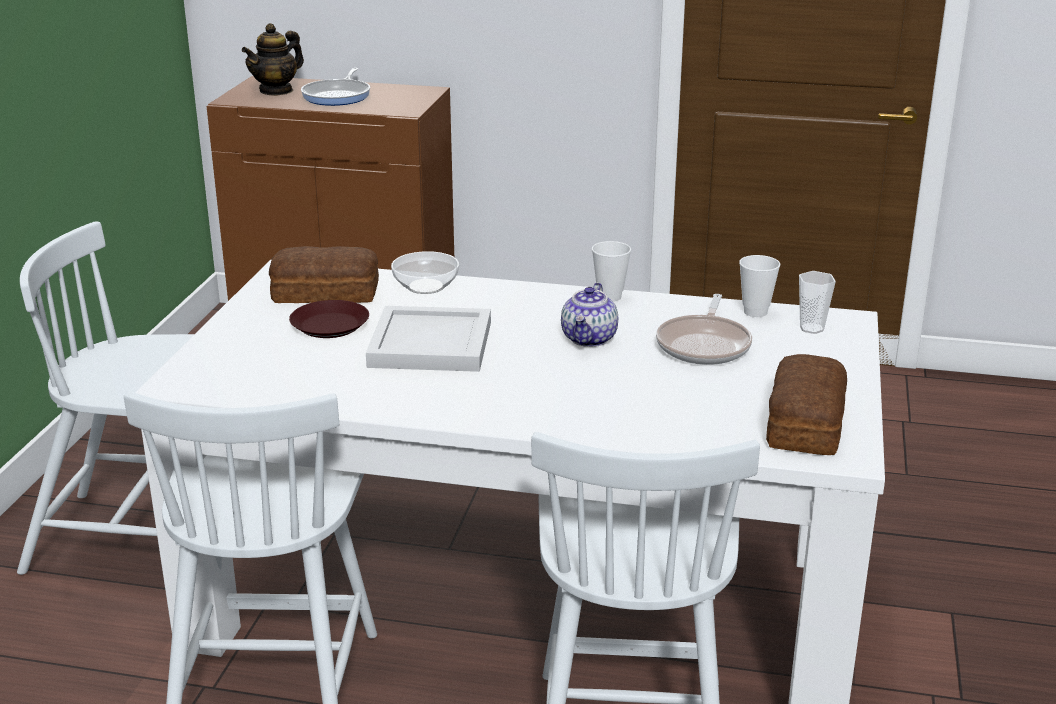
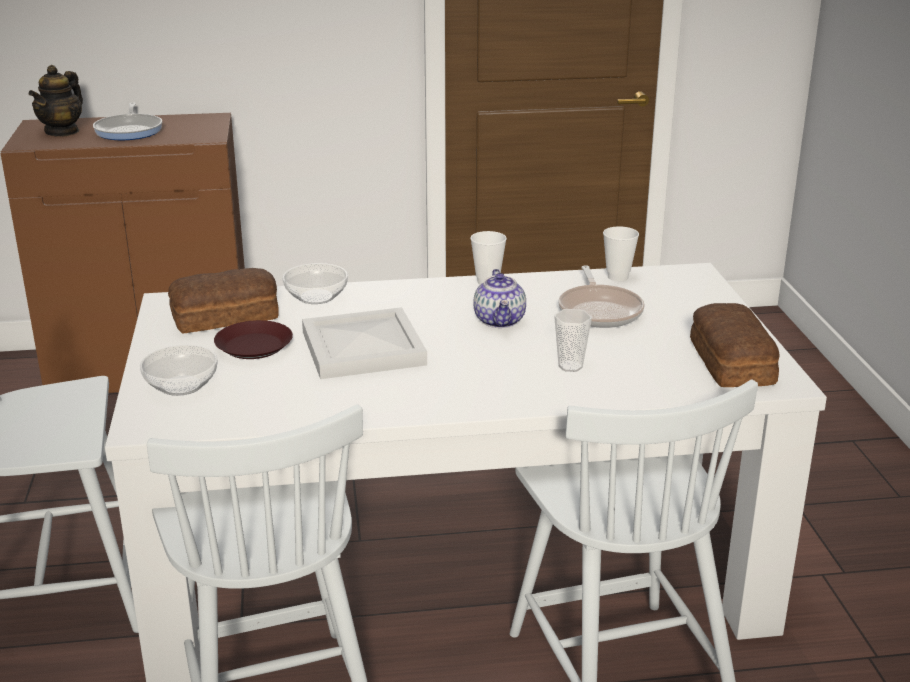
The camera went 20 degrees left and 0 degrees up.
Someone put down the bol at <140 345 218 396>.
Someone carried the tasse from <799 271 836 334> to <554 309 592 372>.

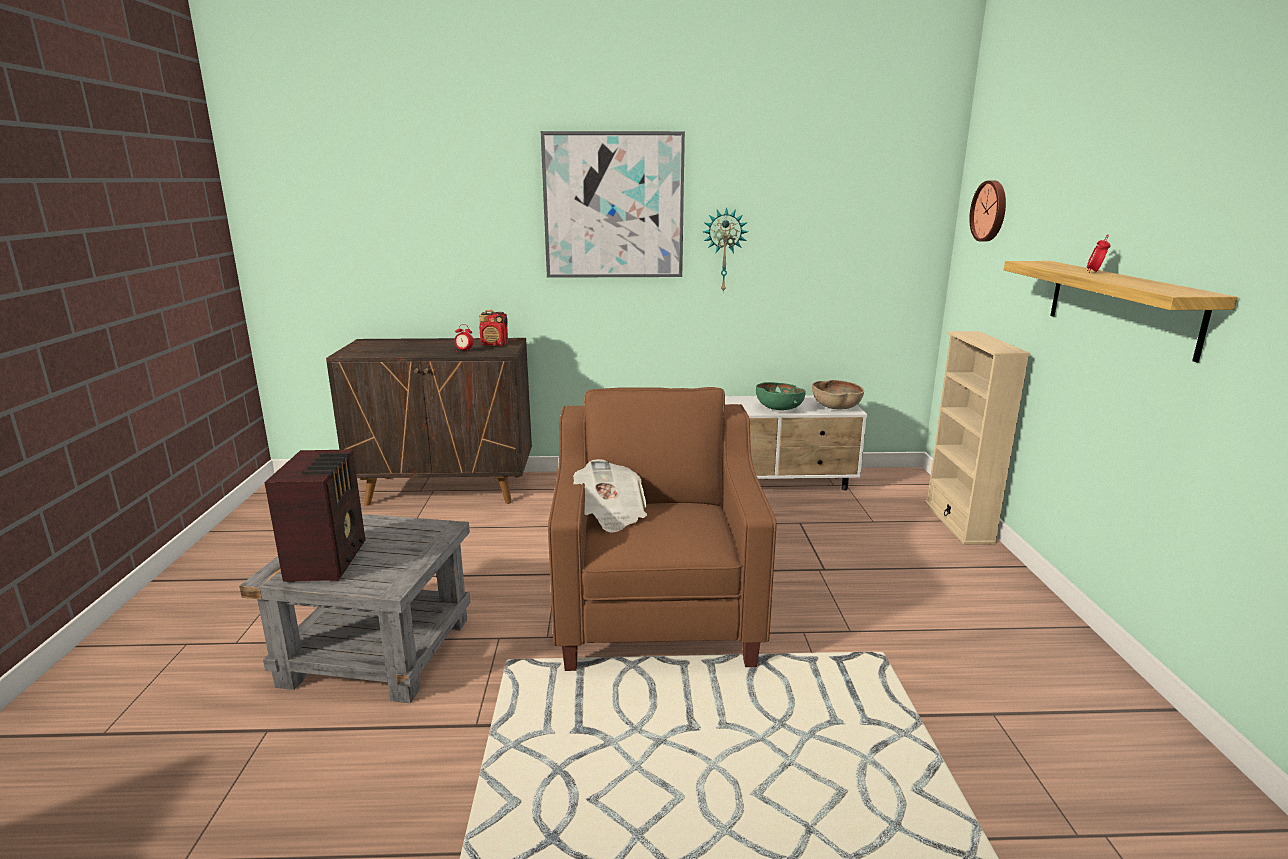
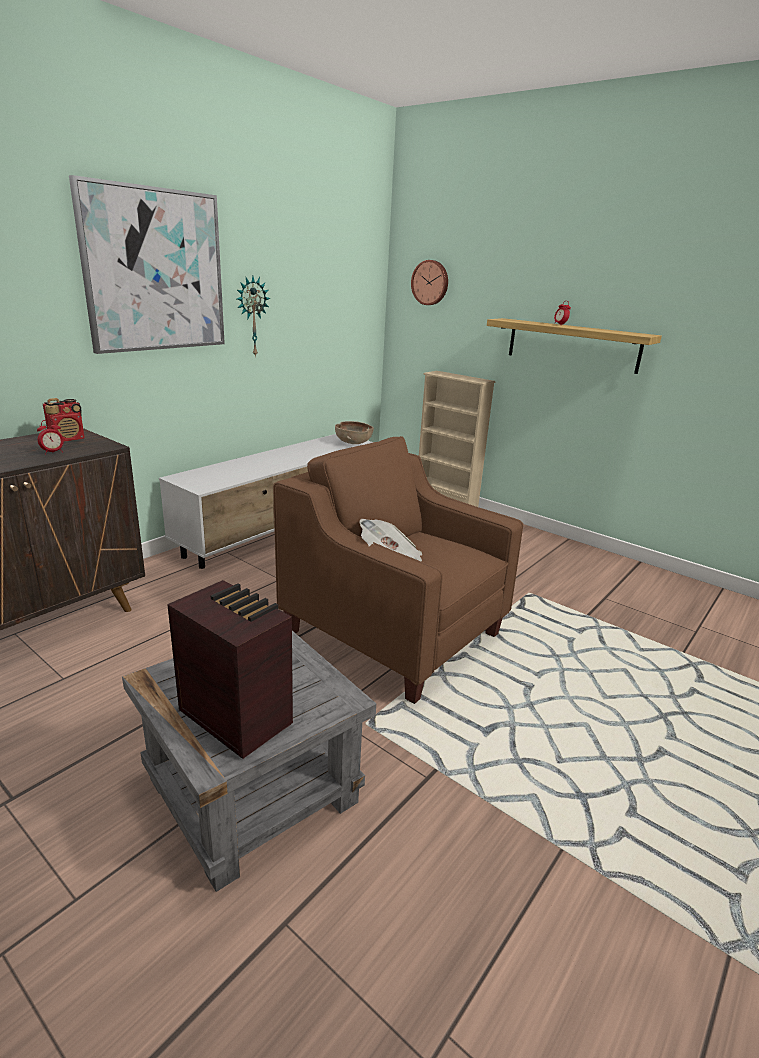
The camera went 50 degrees left and 5 degrees up.
Someone took away the bol [vert] at <756 382 806 410>.

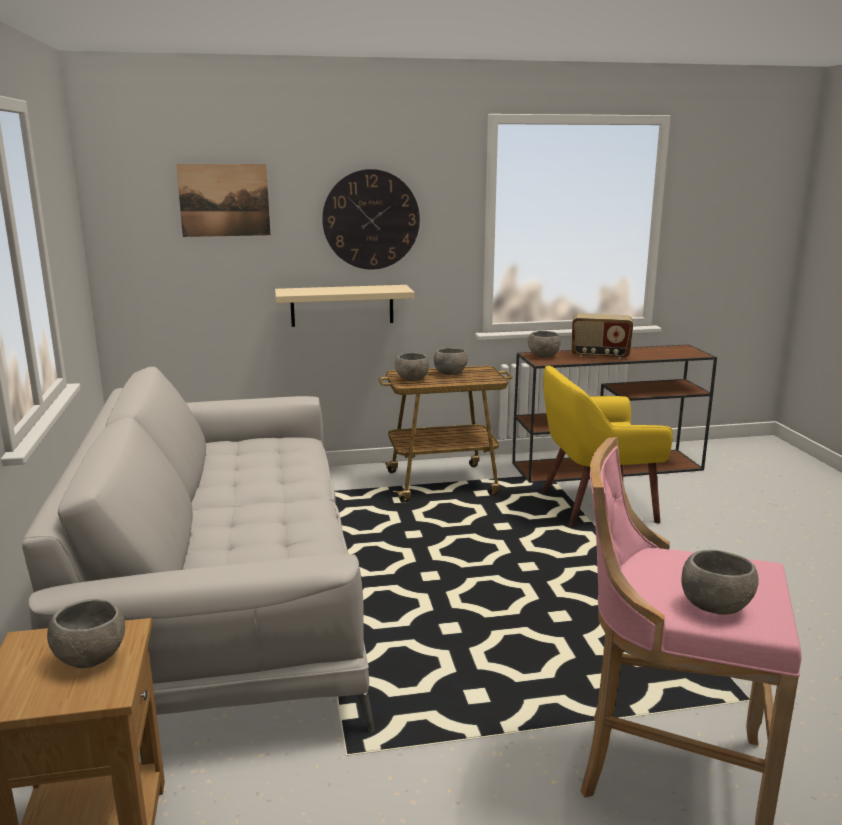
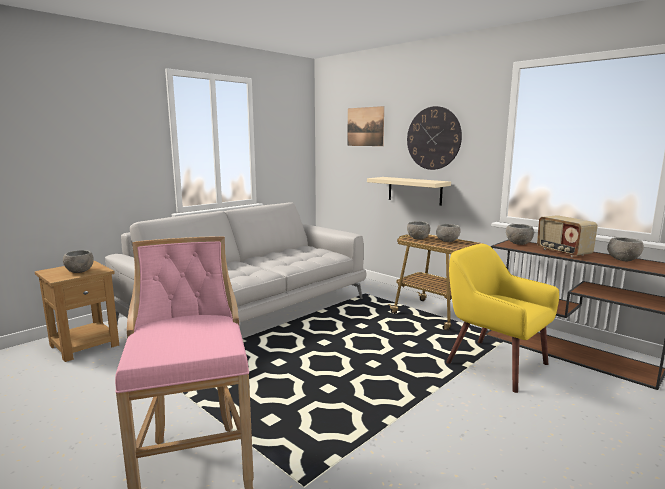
The camera went 55 degrees right and 5 degrees down.
Someone carried the bol [gris] from <682 550 759 615> to <607 237 644 261>.

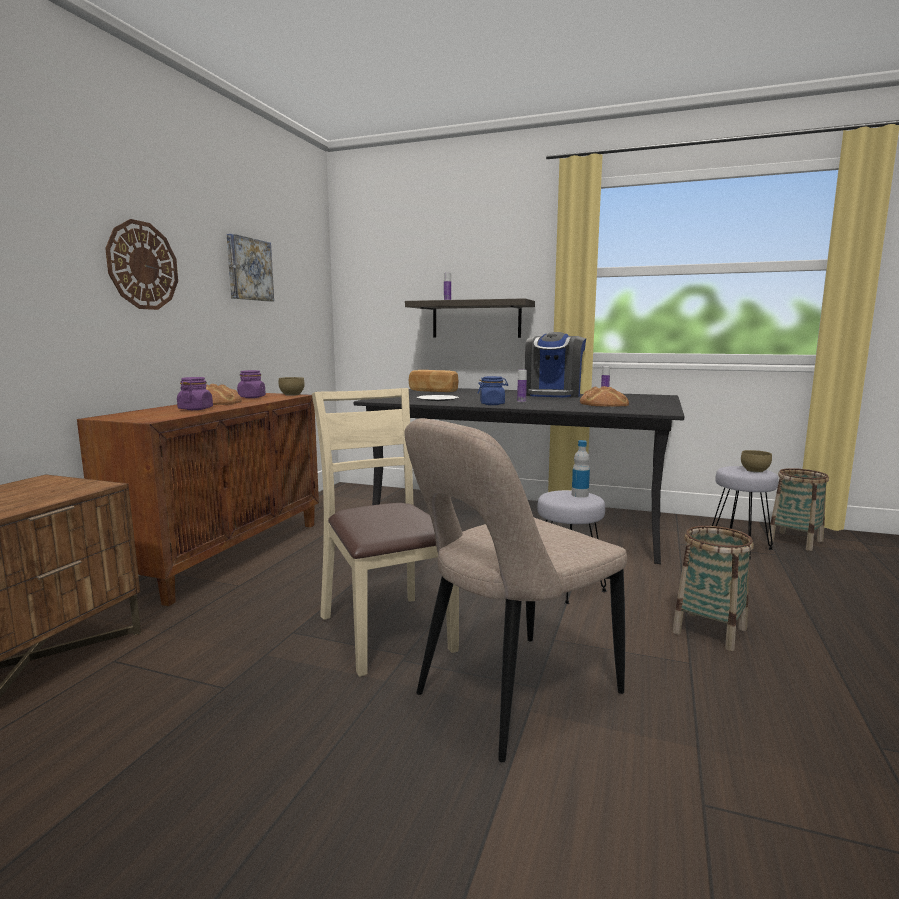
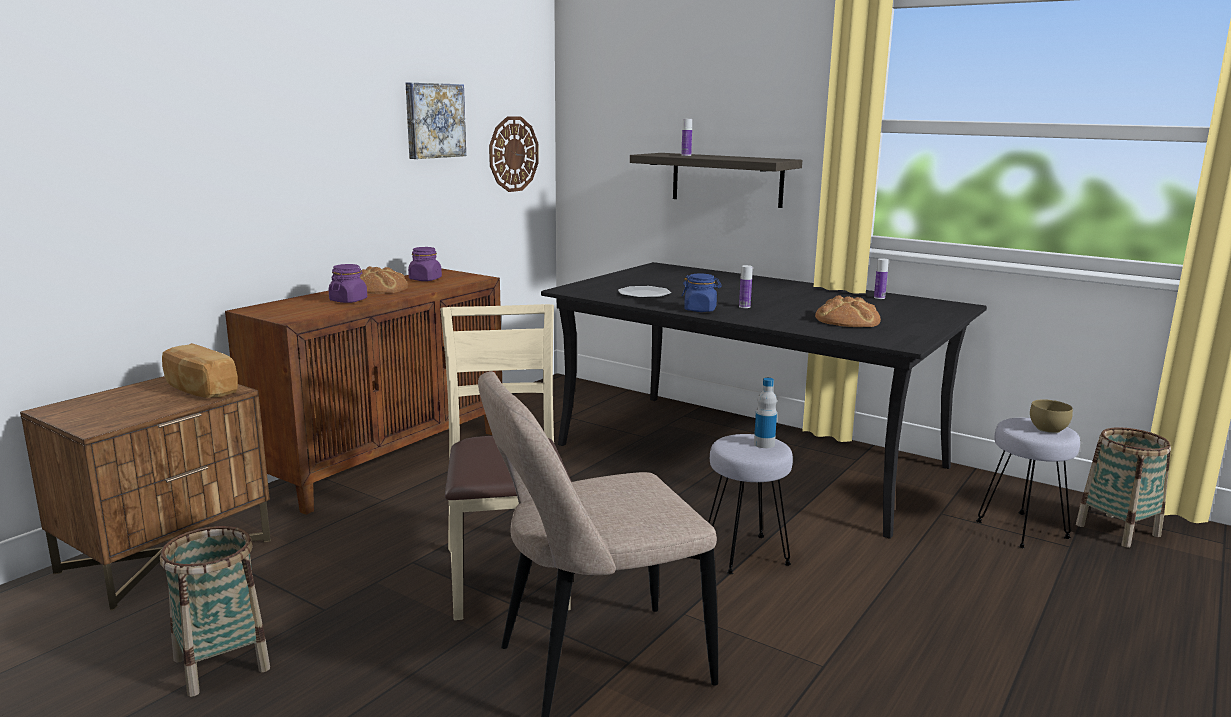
The camera went 15 degrees right and 5 degrees up.
Someone took away the bol [marron] at <279 377 305 396>.
Someone took away the machine à café at <525 332 586 398>.
Someone carried the horloge murale from <105 219 178 310> to <489 116 539 192>.
Someone carried the pain from <409 370 459 392> to <162 343 238 398>.
Someone carried the panier from <672 526 754 651> to <160 526 270 697>.

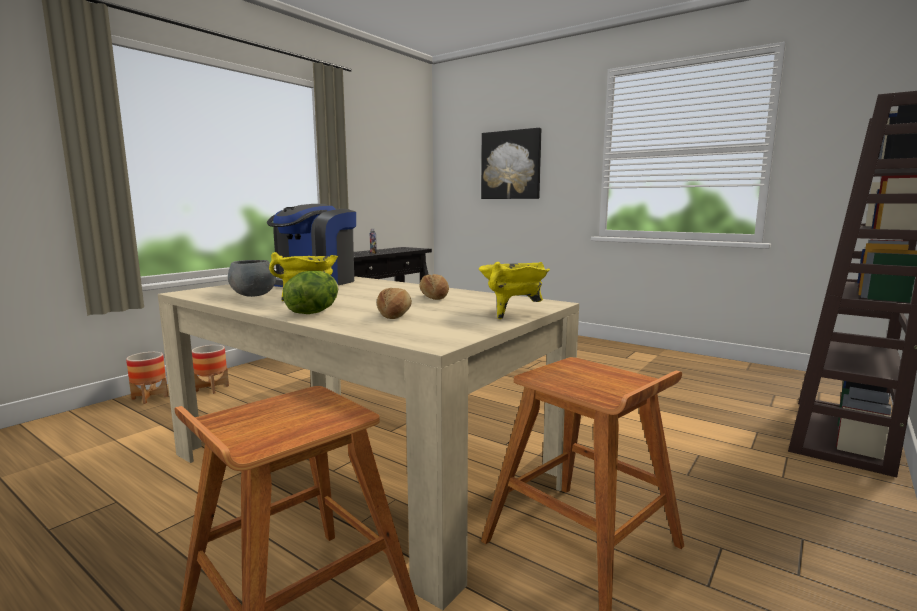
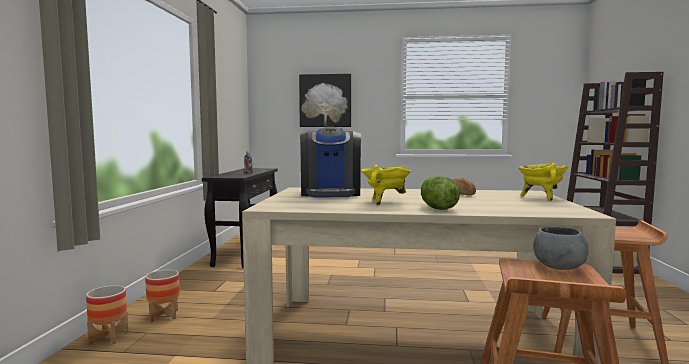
The camera went 30 degrees left and 5 degrees down.
Someone took away the pain at <377 288 412 319>.
Someone carried the bol [gris] from <228 260 276 297> to <533 227 589 270>.

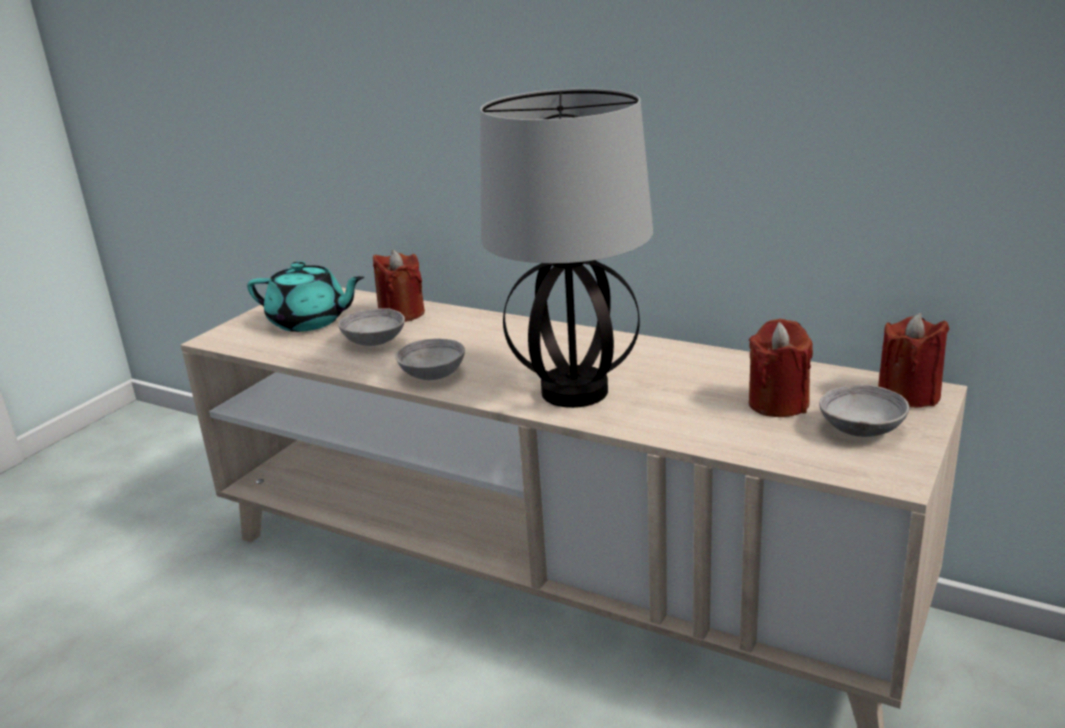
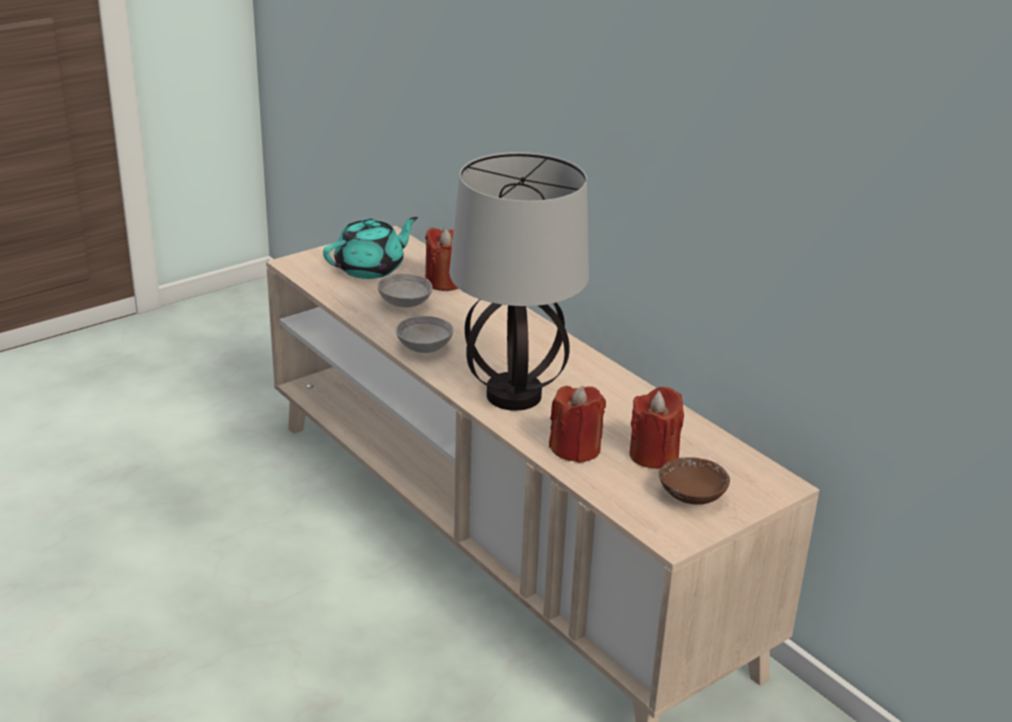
The camera went 20 degrees right and 5 degrees up.
Someone carried the bougie [rouge] from <878 313 949 408> to <549 386 606 463>.
Someone repainted the bol [gris] at <819 385 909 437>, which became the bol [marron] at <659 457 730 505>.
Someone rotated the théière [turquoise] at <247 261 364 332> by 75 degrees counterclockwise.

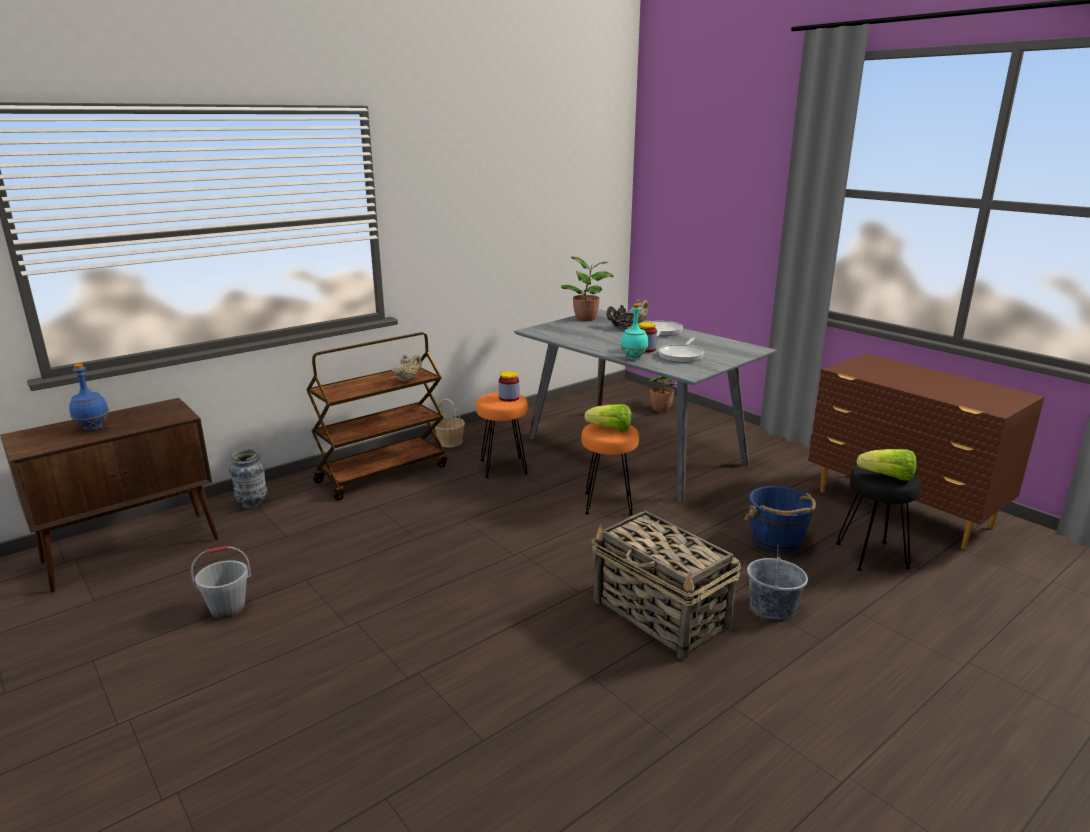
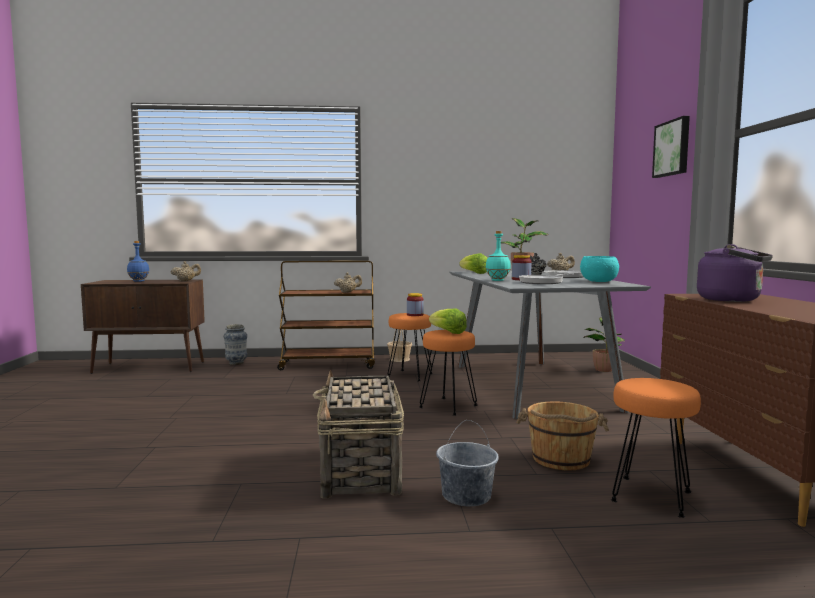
The camera went 35 degrees right and 15 degrees down.
Someone took away the seau [gris] at <191 546 251 618>.
Someone put down the théière [beige] at <170 261 201 281>.
Someone put down the bol [turquoise] at <580 256 619 282>.
Someone put up the tableau at <652 116 690 178>.
Someone put down the bouilloire [violet] at <697 244 773 302>.
Someone carried the laitue from <857 449 917 481> to <459 253 488 274>.
Someone repainted the seau [bleu] at <744 486 816 553>, which became the seau [marron] at <516 401 609 470>.
Someone repainted the tabouret [noir] at <836 466 921 571>, which became the tabouret [orange] at <611 378 701 518>.

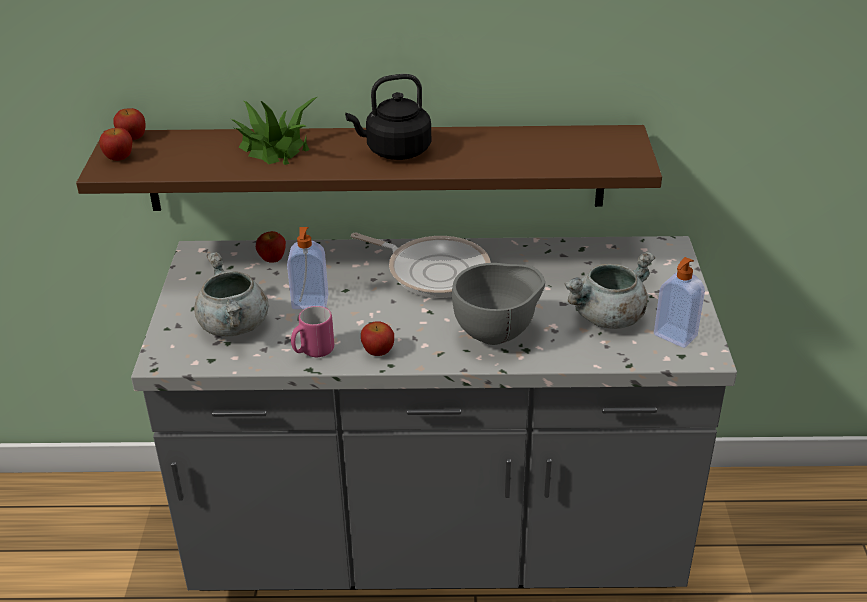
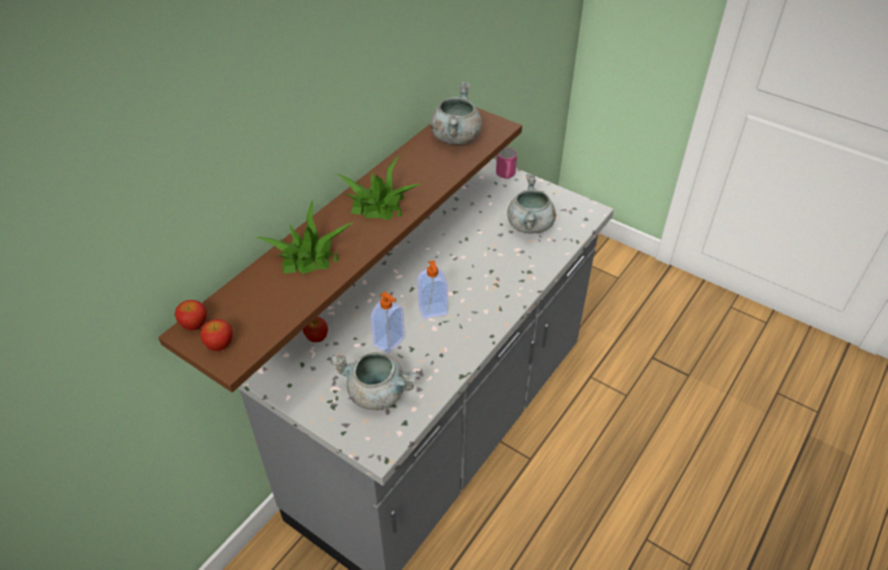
The camera went 55 degrees left and 10 degrees up.
Someone took away the poêle at <351 232 490 298>.
Someone took away the pomme at <361 321 394 356>.
Someone took away the bol [gris] at <452 263 545 345>.
Someone put down the marmite [gris] at <430 82 482 144>.
Someone carried the mug [rose] from <291 306 334 357> to <496 147 517 179>.
Someone carried the distributeur de savon from <654 257 705 348> to <417 260 448 319>.
Someone swapped the bouilloire [noir] at <345 74 431 160> for the plante en pot at <337 156 420 220>.

